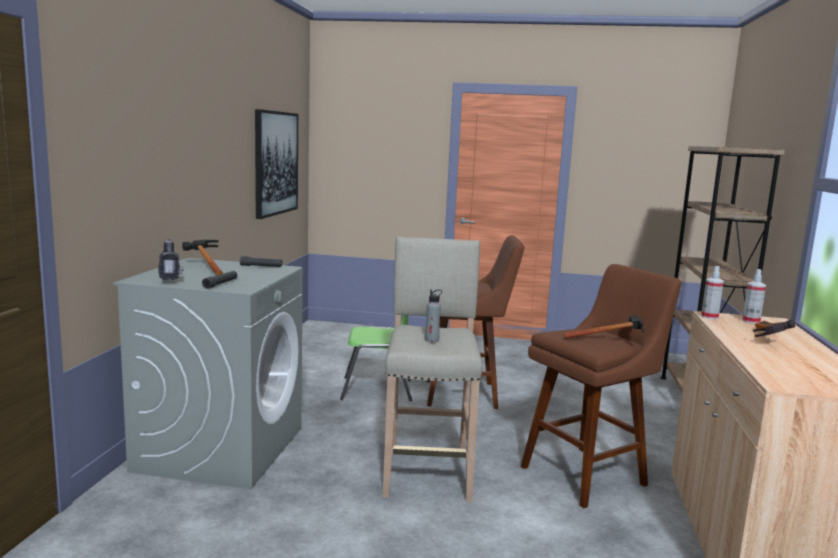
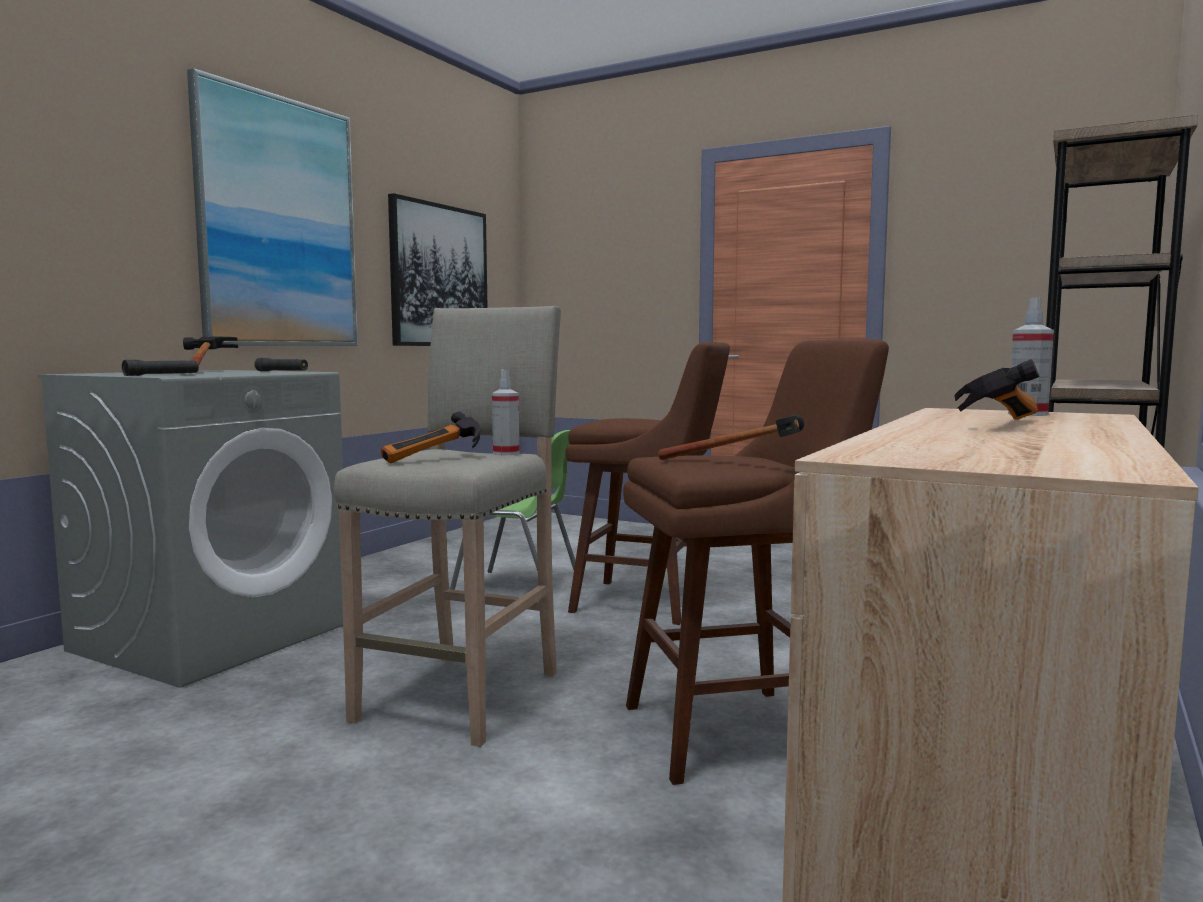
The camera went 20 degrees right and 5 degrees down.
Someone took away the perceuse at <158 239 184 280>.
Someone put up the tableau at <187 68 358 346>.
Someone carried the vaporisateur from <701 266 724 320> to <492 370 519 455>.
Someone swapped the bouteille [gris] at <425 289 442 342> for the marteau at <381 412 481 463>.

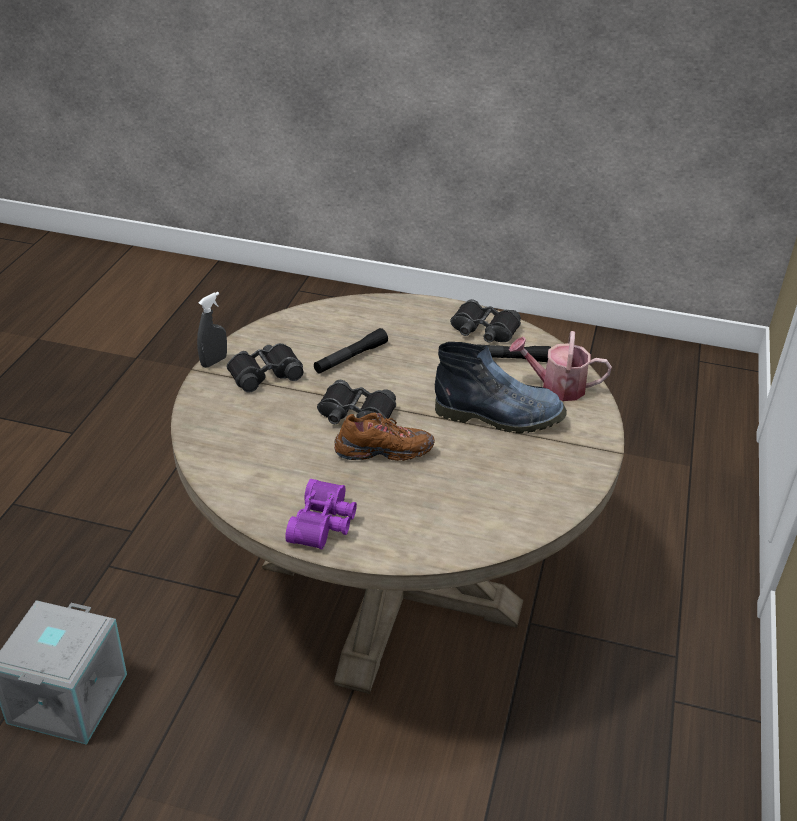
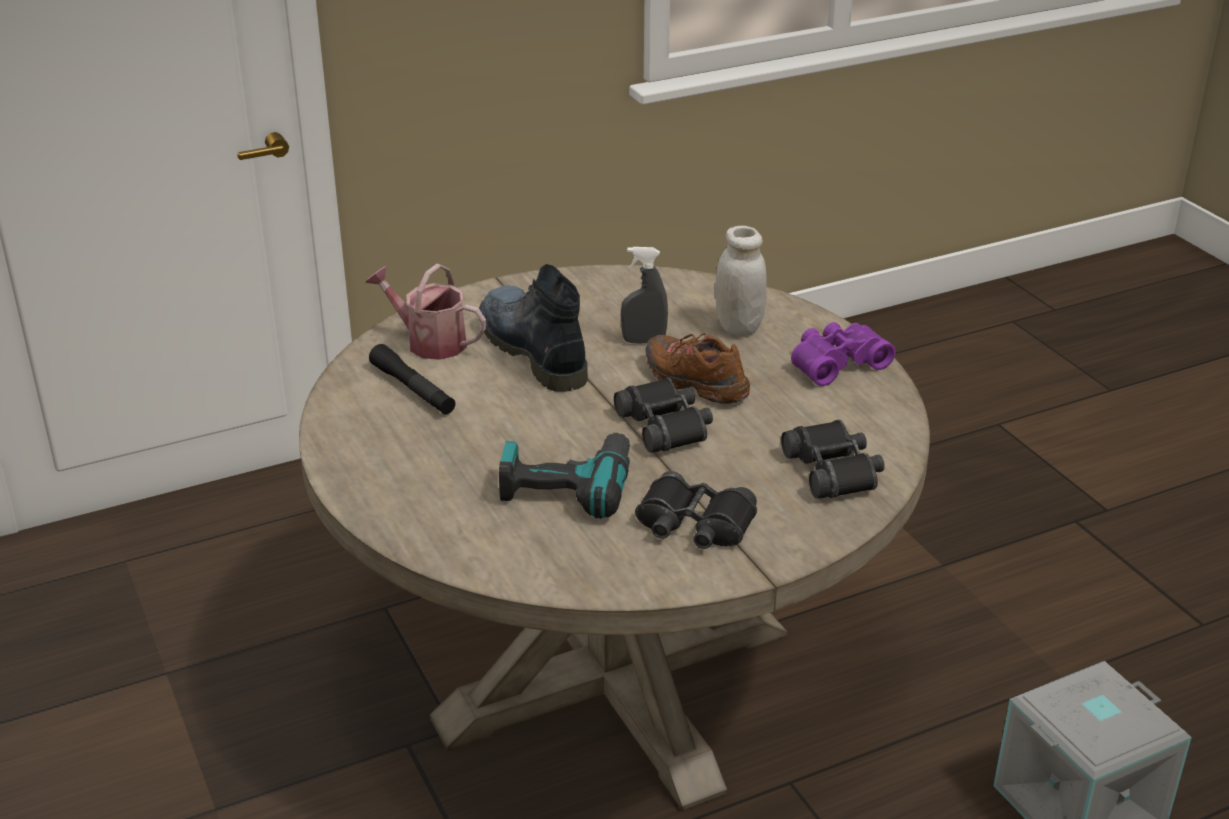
The camera went 130 degrees left and 5 degrees down.
Someone put down the bocal [blanc] at <715 226 766 336>.
Someone carried the vaporisateur [gris] from <197 292 227 368> to <621 247 668 343>.
Someone carried the jumelles [noir] from <450 299 521 343> to <781 420 885 499>.
Someone swapped the lampe de poche [noir] at <314 328 388 374> for the perceuse at <499 433 630 519>.
Someone rotated the arrosoir at <509 331 612 401> by 150 degrees clockwise.

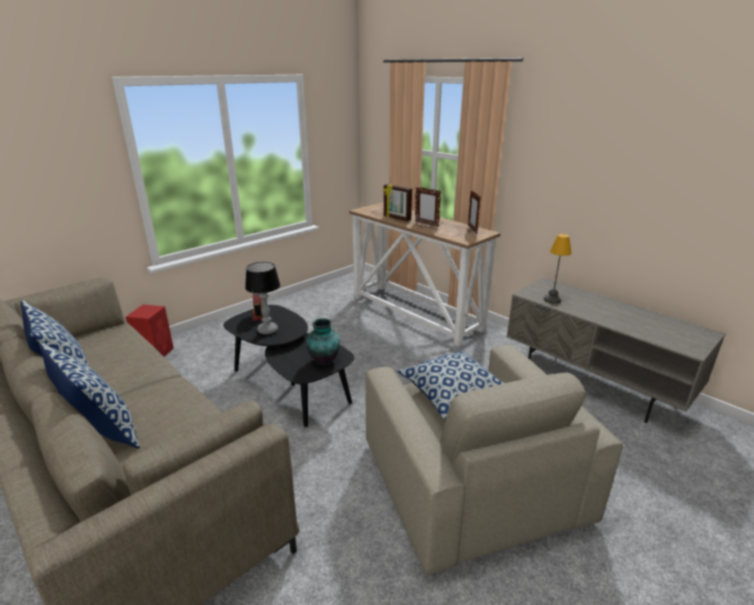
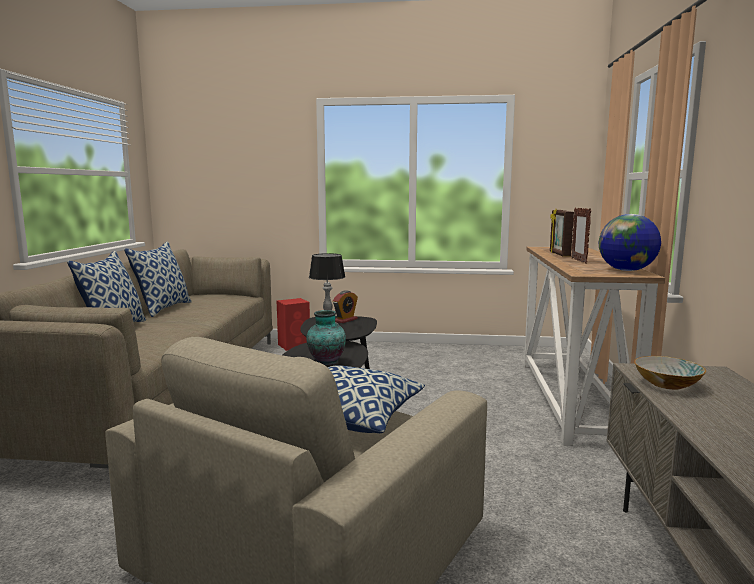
The camera went 50 degrees right and 15 degrees down.
Someone swapped the cadre photo at <468 190 481 235> for the globe at <599 214 661 271>.
Someone swapped the lampe de table at <544 234 572 304> for the bol at <634 356 706 390>.

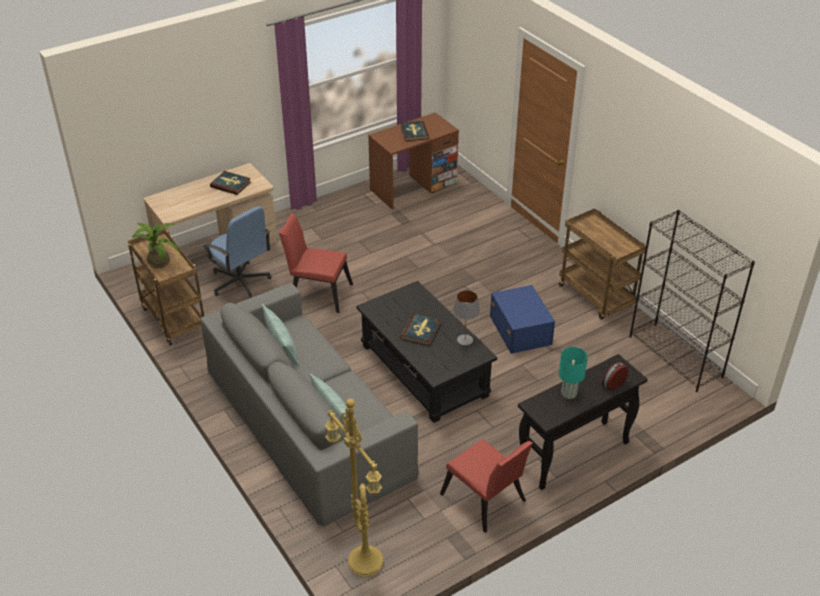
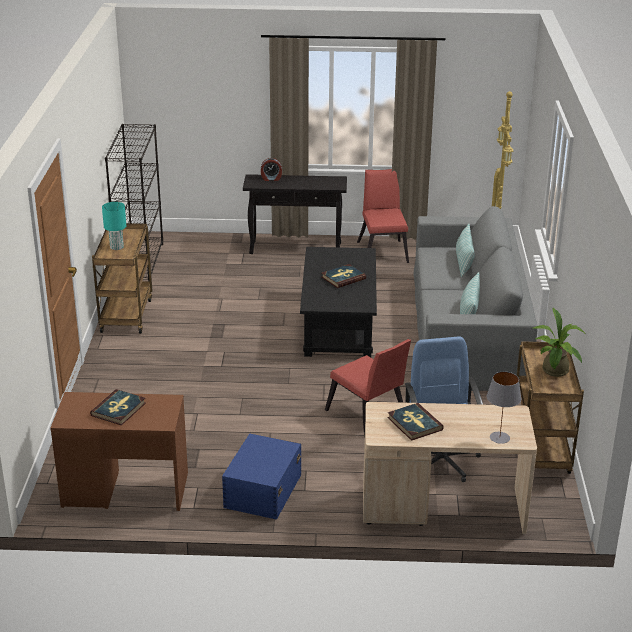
The camera went 145 degrees left and 10 degrees down.
Someone carried the lampe de table [gris] from <453 290 480 345> to <487 371 521 444>.
Someone carried the boîte de rangement [bleu] from <490 285 555 354> to <222 433 301 520>.
Someone carried the lampe de table [turquoise] from <559 347 588 399> to <102 202 126 250>.

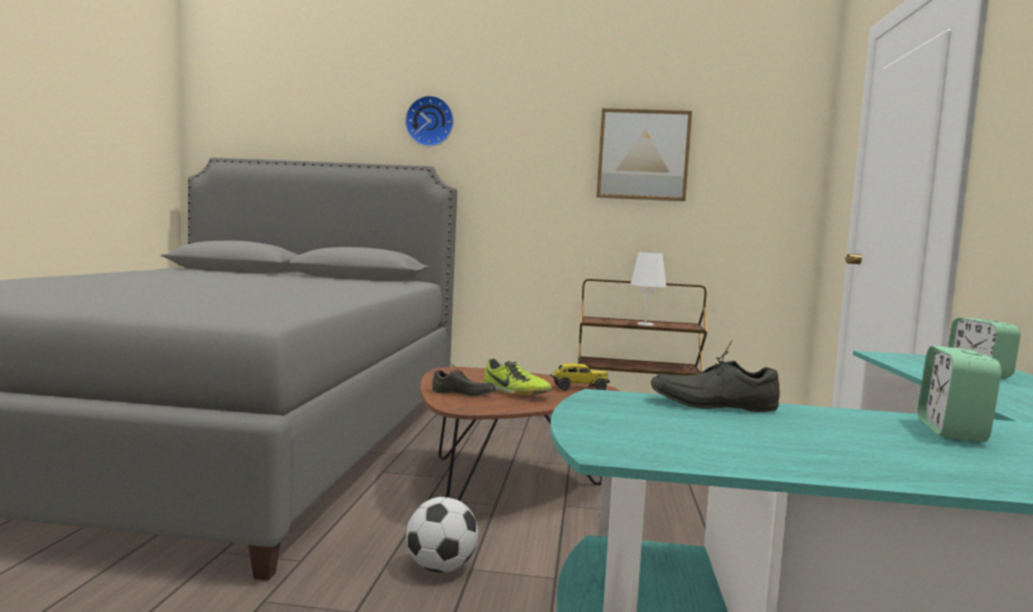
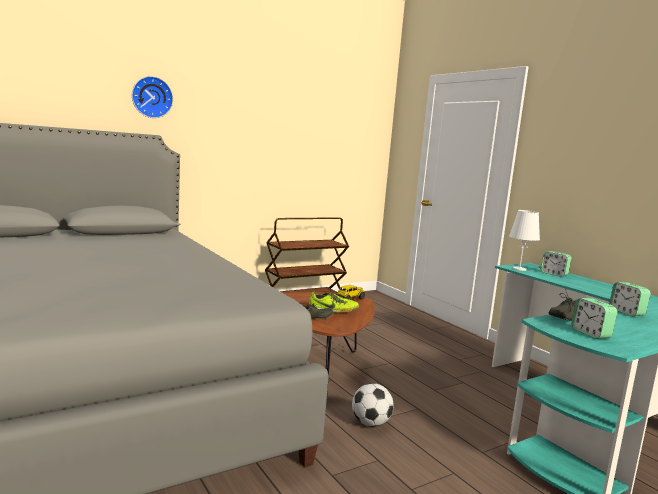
The camera went 40 degrees left and 5 degrees up.
Someone took away the tableau at <597 108 692 201>.
Someone put down the réveil at <571 298 617 339>.
Someone carried the lampe de table [blanc] from <630 252 667 326> to <509 210 540 271>.

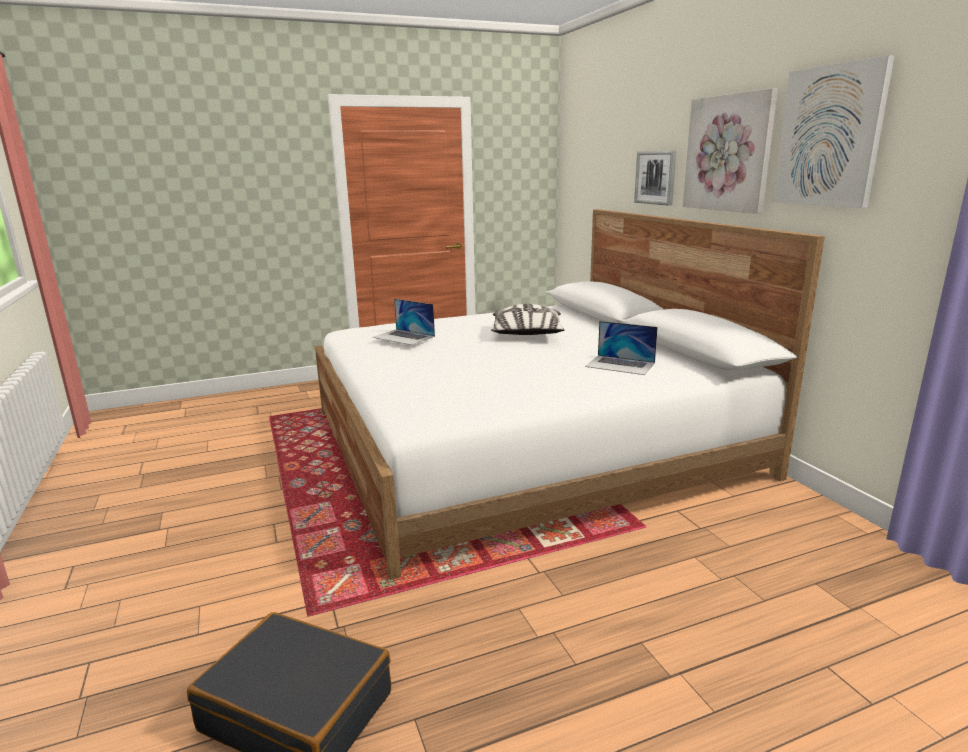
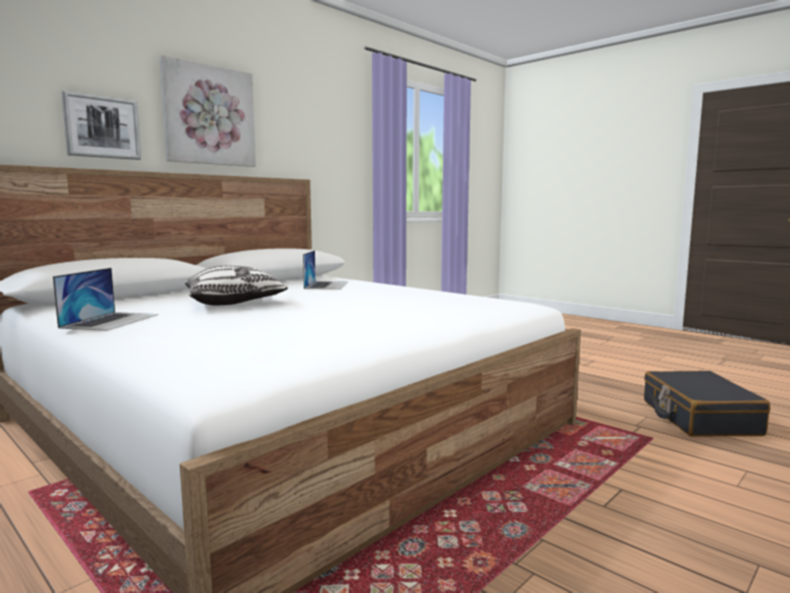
The camera went 115 degrees left and 10 degrees down.
Someone took away the tableau at <773 55 894 208>.
Someone carried the ordinateur portable from <373 299 435 345> to <53 268 158 331>.

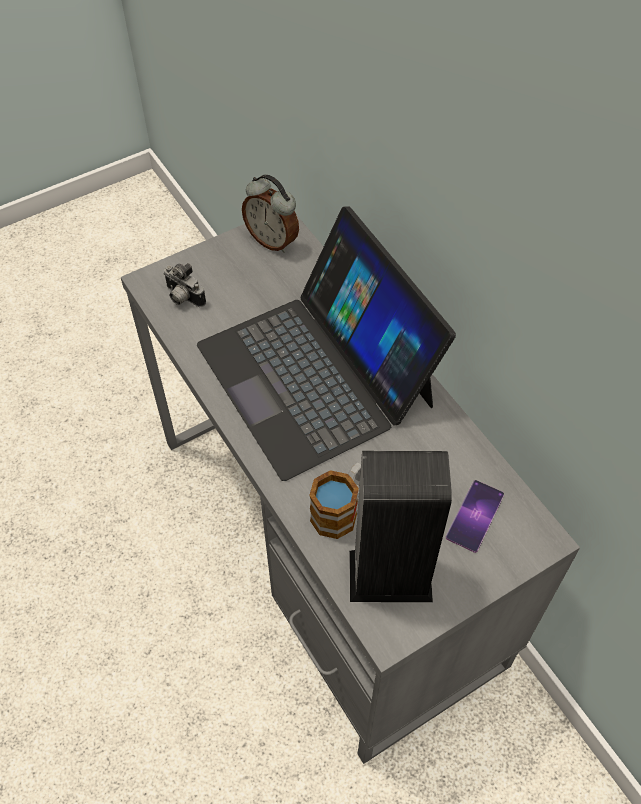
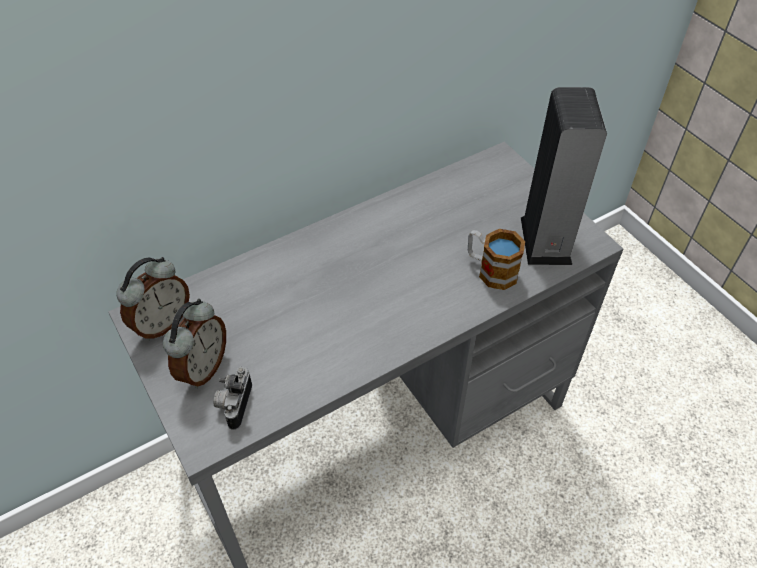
The camera went 90 degrees left and 5 degrees down.
Someone took away the ordinateur portable at <197 206 456 481>.
Someone took away the téléphone at <446 480 504 553>.
Someone put down the réveil at <163 299 226 388>.
Someone rotated the appareil photo at <163 263 206 307> by 150 degrees clockwise.

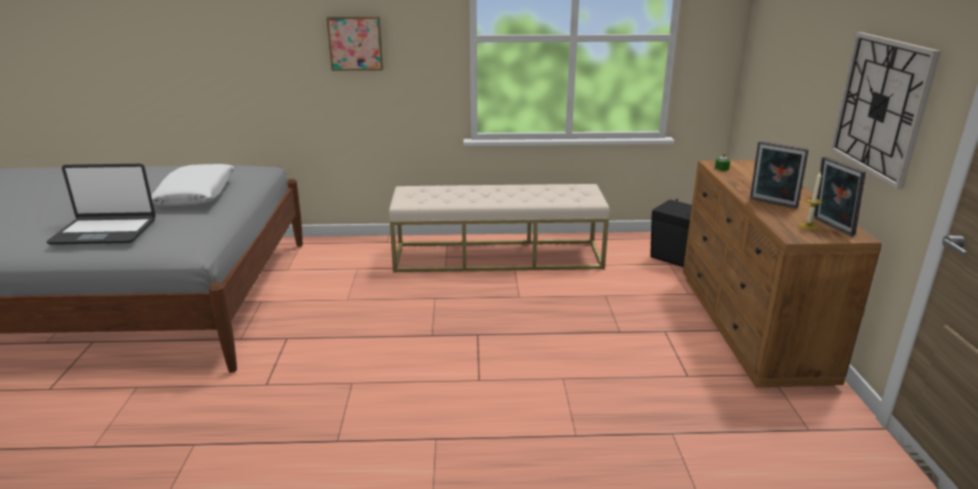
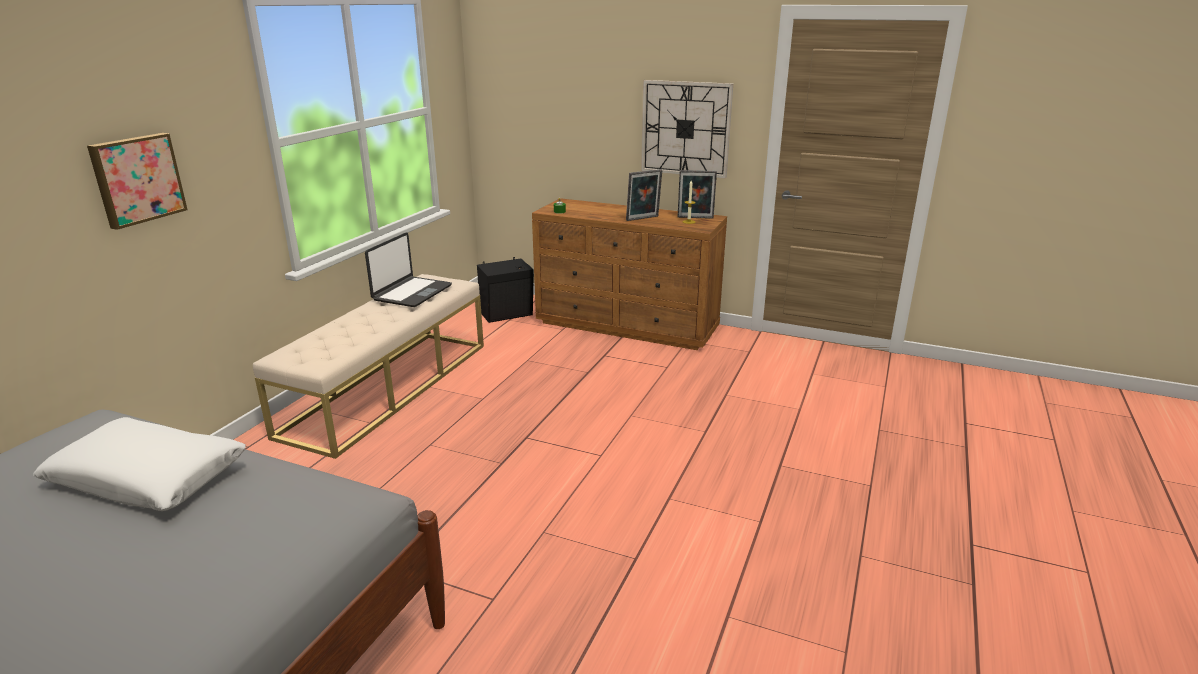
The camera went 65 degrees left and 0 degrees up.
Someone carried the ordinateur portable from <47 164 156 245> to <365 233 452 307>.

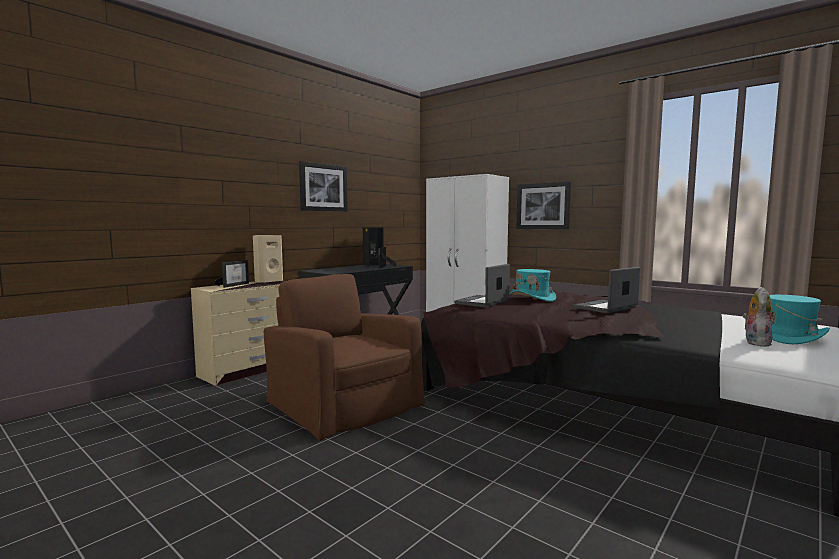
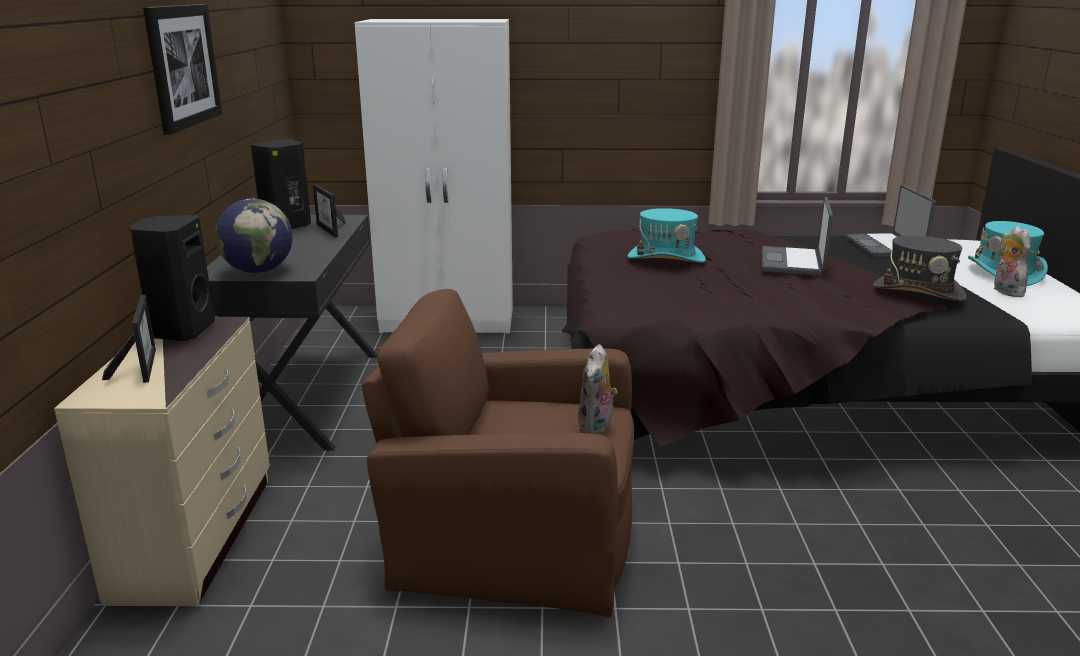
The camera went 40 degrees left and 15 degrees up.
Someone took away the tableau at <516 181 571 230>.
Someone put down the globe at <215 199 293 273>.
Someone put down the peluche at <578 344 618 434>.
Someone put down the chapeau [gris] at <873 235 967 302>.
Someone carried the ordinateur portable from <454 264 510 307> to <845 185 936 257>.
Someone repainted the enceinte [beige] at <253 235 283 283>, which became the enceinte [noir] at <129 215 215 341>.

